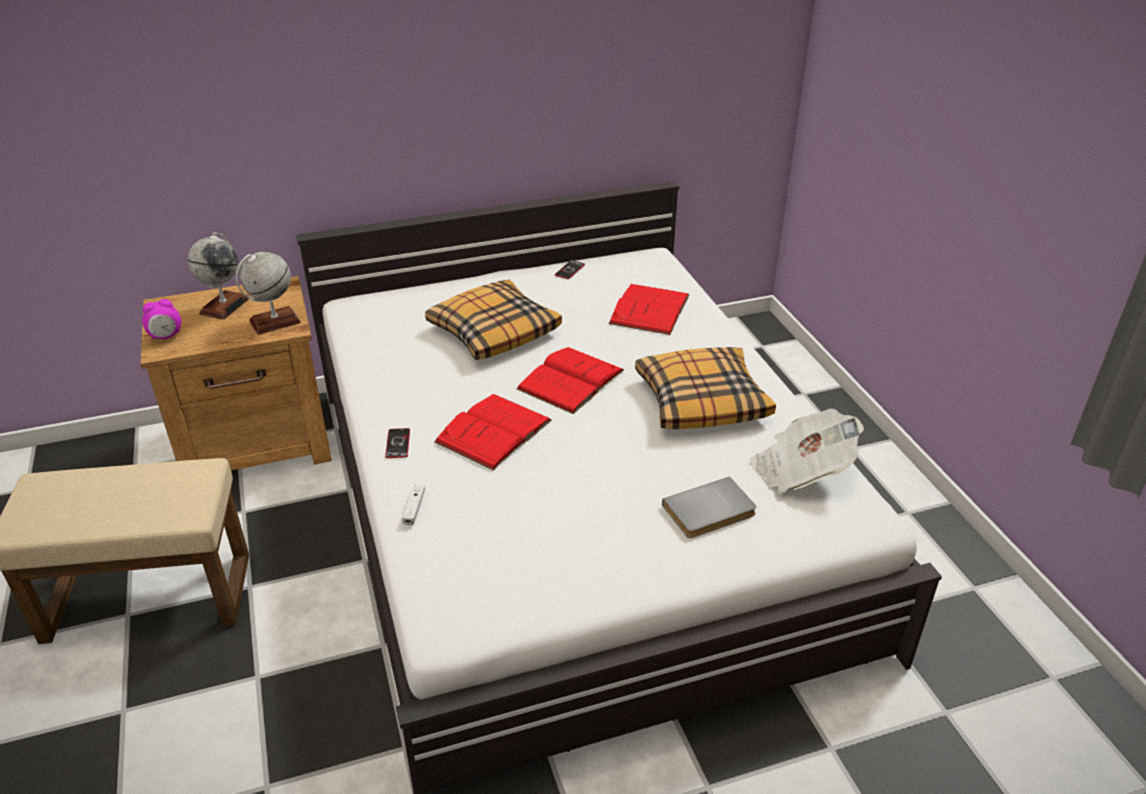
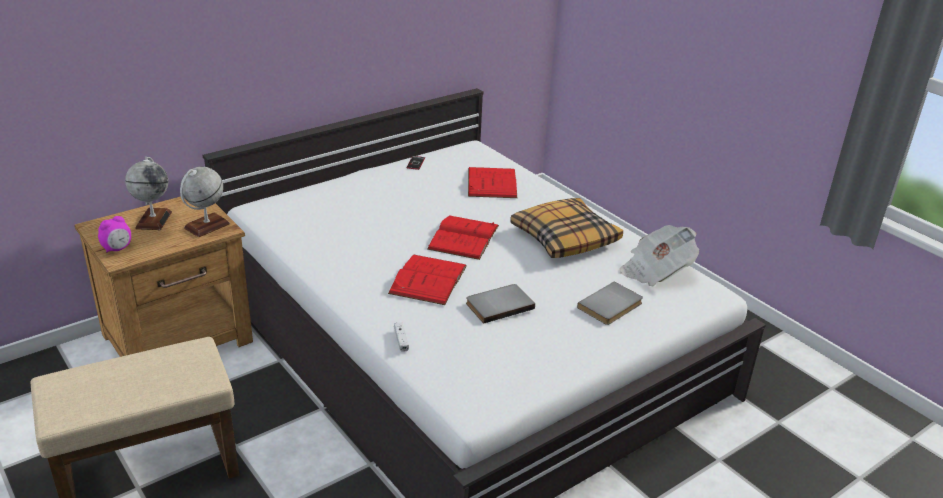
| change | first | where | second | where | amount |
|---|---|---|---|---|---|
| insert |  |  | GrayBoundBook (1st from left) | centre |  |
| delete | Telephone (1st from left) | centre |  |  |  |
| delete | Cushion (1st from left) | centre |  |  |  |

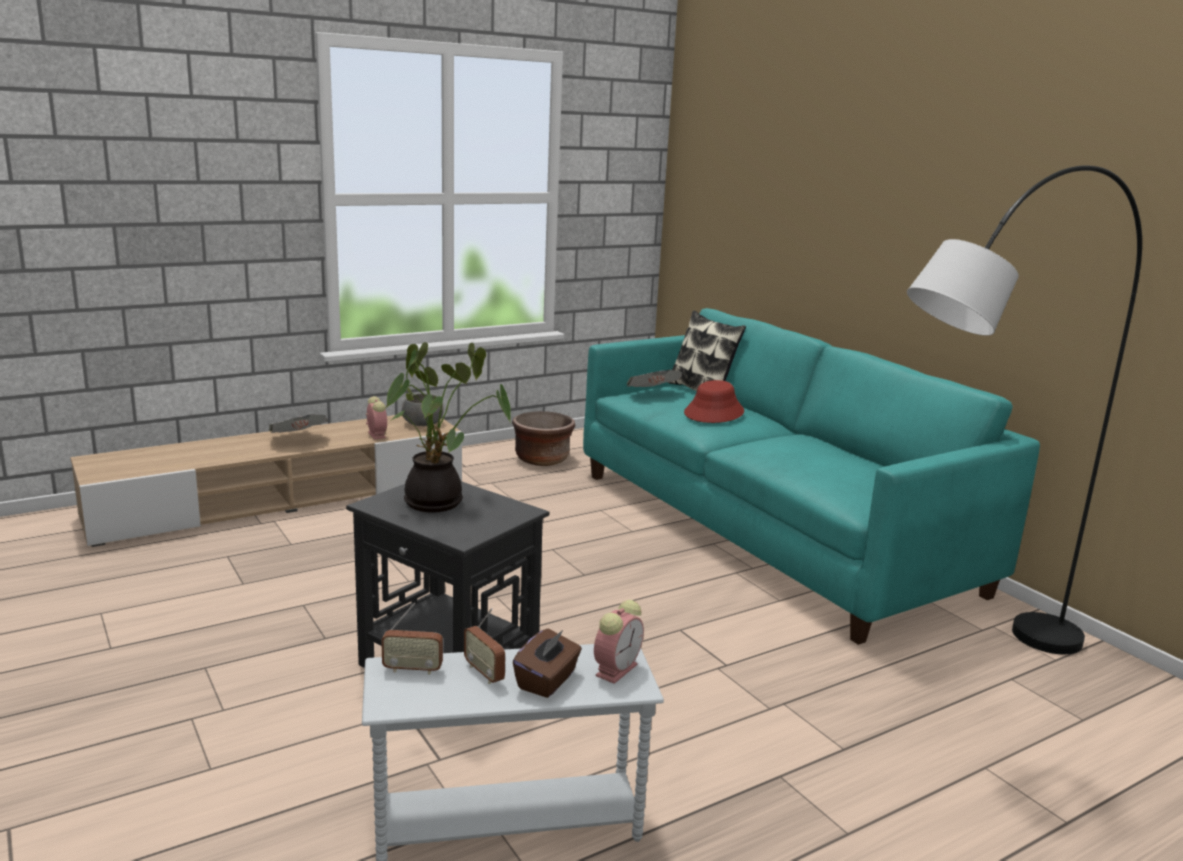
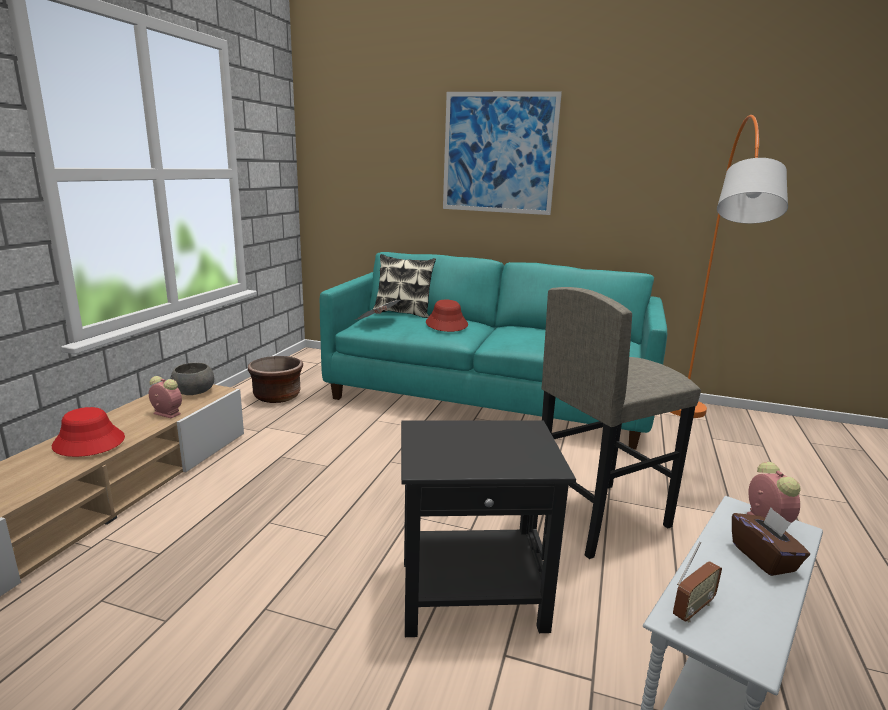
| change | first | where | second | where | amount |
|---|---|---|---|---|---|
| replace | PrintedPaper (1st from left) | middle left | ReddishClothingHat (1st from left) | middle left |  |
| insert |  |  | Picture | top centre |  |
| insert |  |  | GrayStool | middle right |  |
| recolor | BlackFloorLamp | middle right | OrangeFloorLamp | middle right |  |
| delete | PottedPlant | centre |  |  |  |
| delete | RadioSet (2nd from left) | bottom centre |  |  |  |

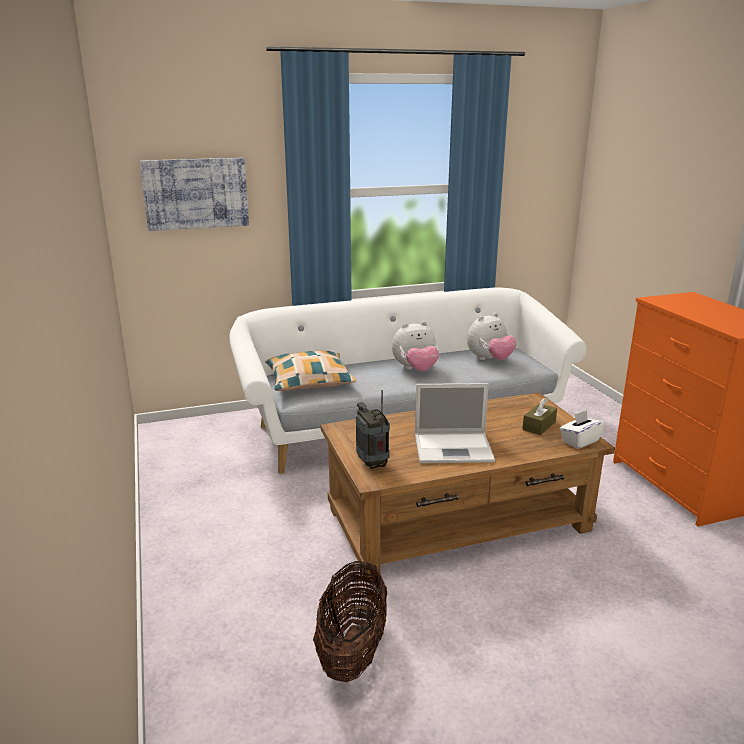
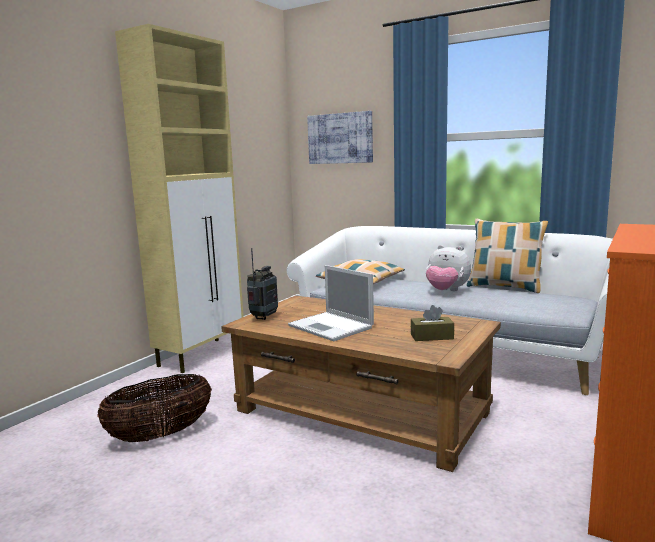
| change | first | where | second | where | amount |
|---|---|---|---|---|---|
| insert |  |  | BeigeCabinet | middle left |  |
| insert |  |  | Cushion (2nd from left) | middle right |  |
| delete | CuddlyToy (2nd from left) | centre |  |  |  |
| delete | WhiteTissueBox | middle right |  |  |  |

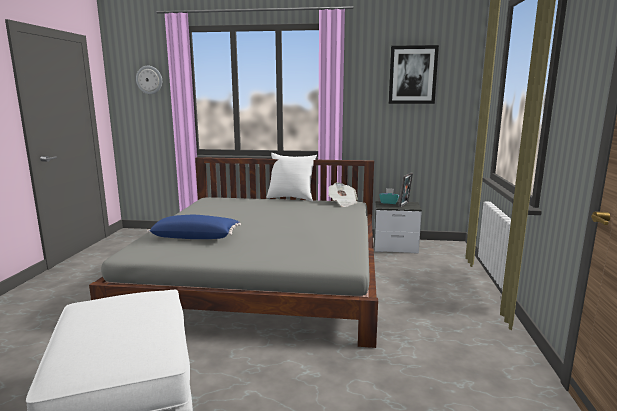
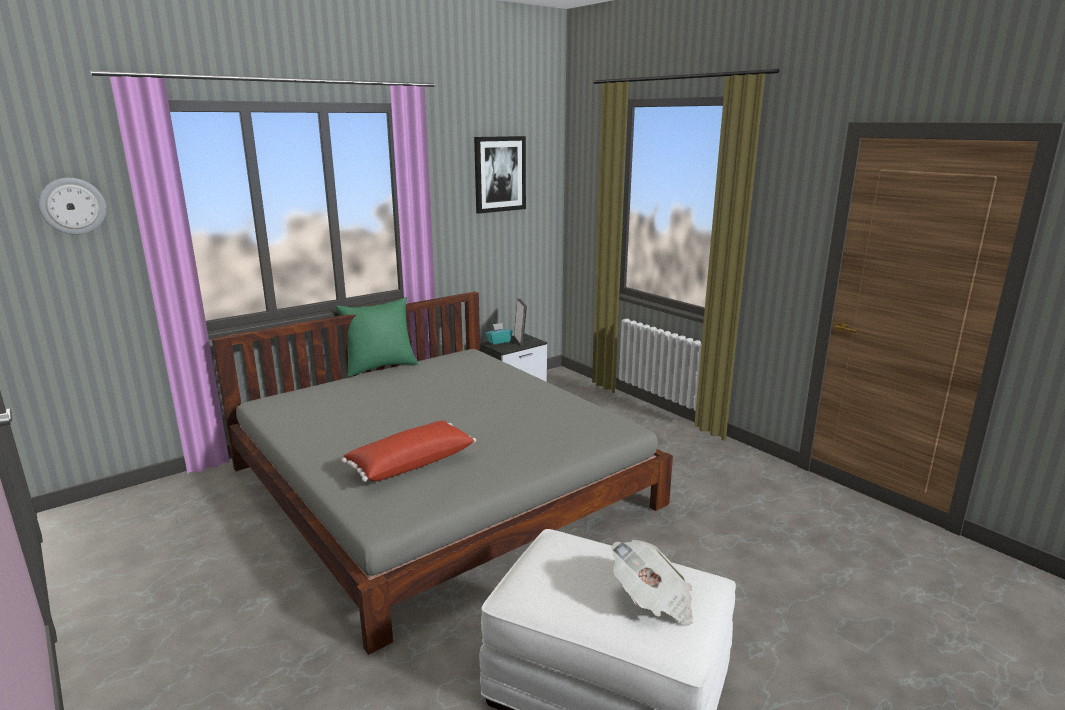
| change | first | where | second | where | amount |
|---|---|---|---|---|---|
| recolor | WhiteCushion | centre | GreenishCushion | centre |  |
| recolor | BlueCushion | middle left | ReddishCushion | centre |  |
| move | PrintedPaper | centre |  | bottom centre |  |

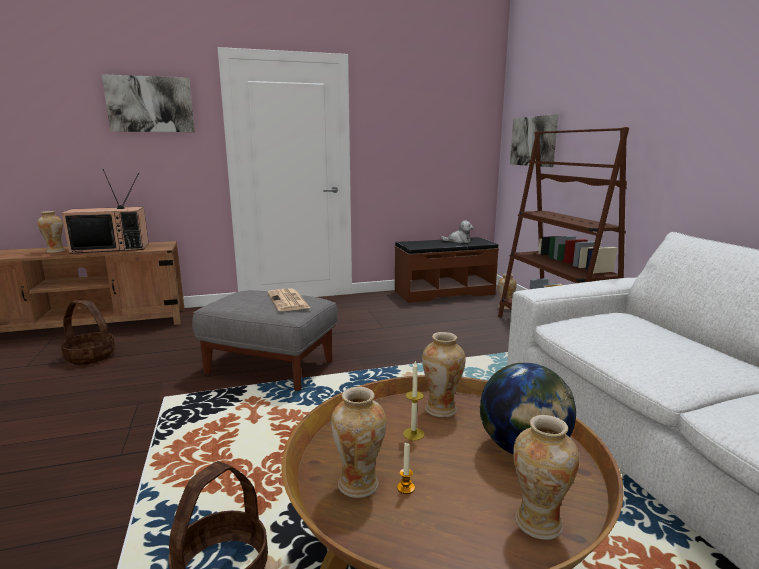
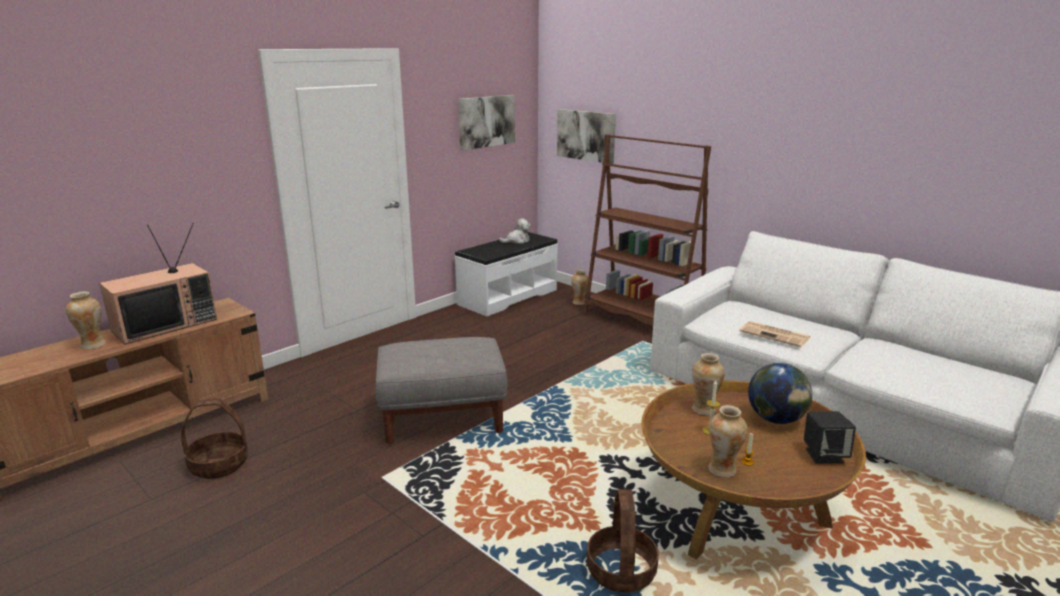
| change | first | where | second | where | amount |
|---|---|---|---|---|---|
| recolor | BrownBench | centre | WhiteBench | centre |  |
| move | Picture (1st from left) | top left |  | top centre |  |
| move | PrintedPaper | centre |  | middle right |  |
| replace | DecorativeVase (5th from left) | bottom right | BlackAudioSpeaker | bottom right |  |

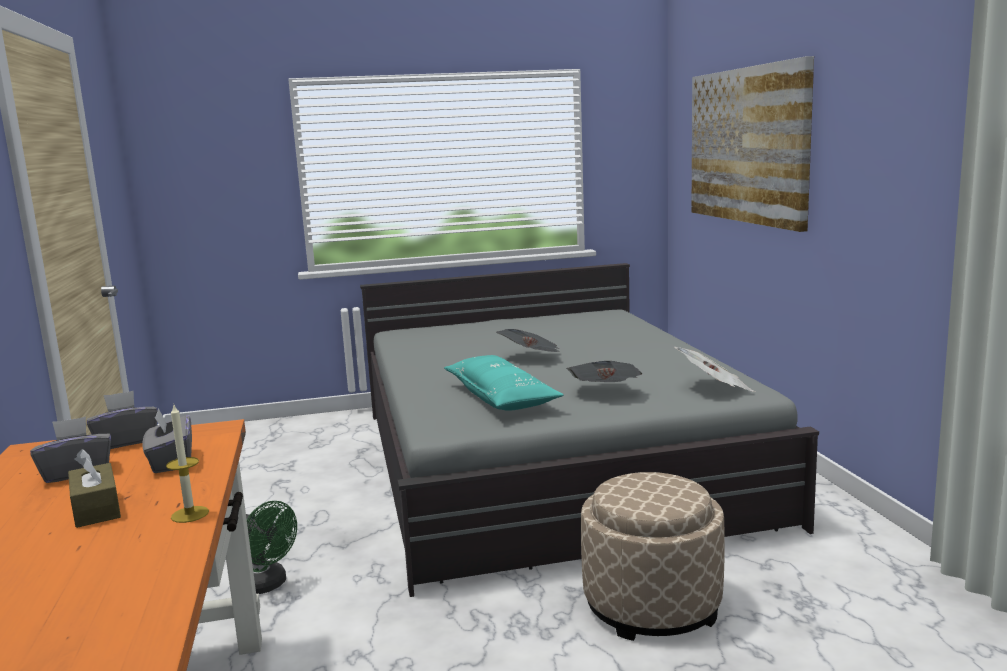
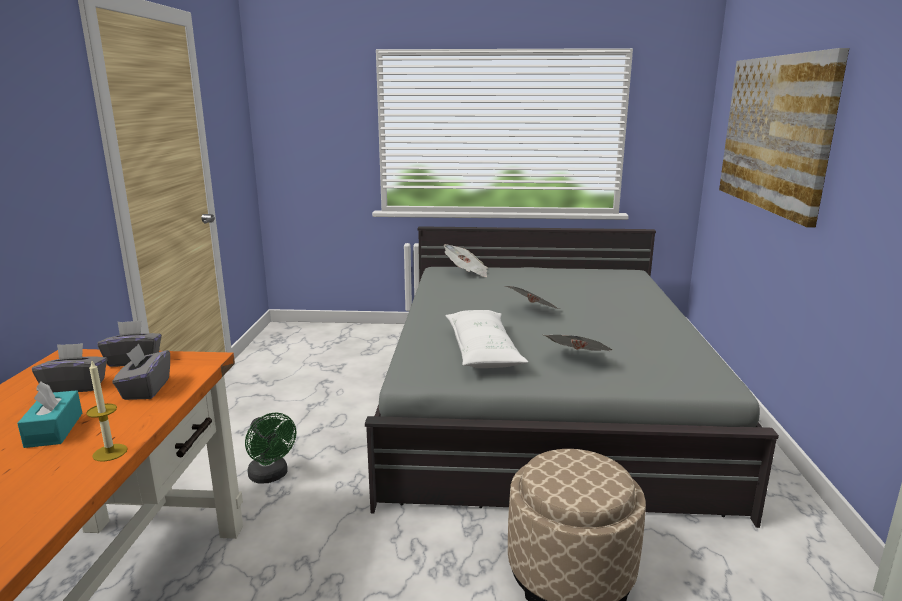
| change | first | where | second | where | amount |
|---|---|---|---|---|---|
| recolor | BrownTissueBox | bottom left | BlueGreenTissueBox | bottom left |  |
| move | PrintedPaper (3rd from left in the first image) | middle right | PrintedPaper (1st from left) | centre |  |
| recolor | BlueGreenCushion | centre | WhiteCushion | centre |  |

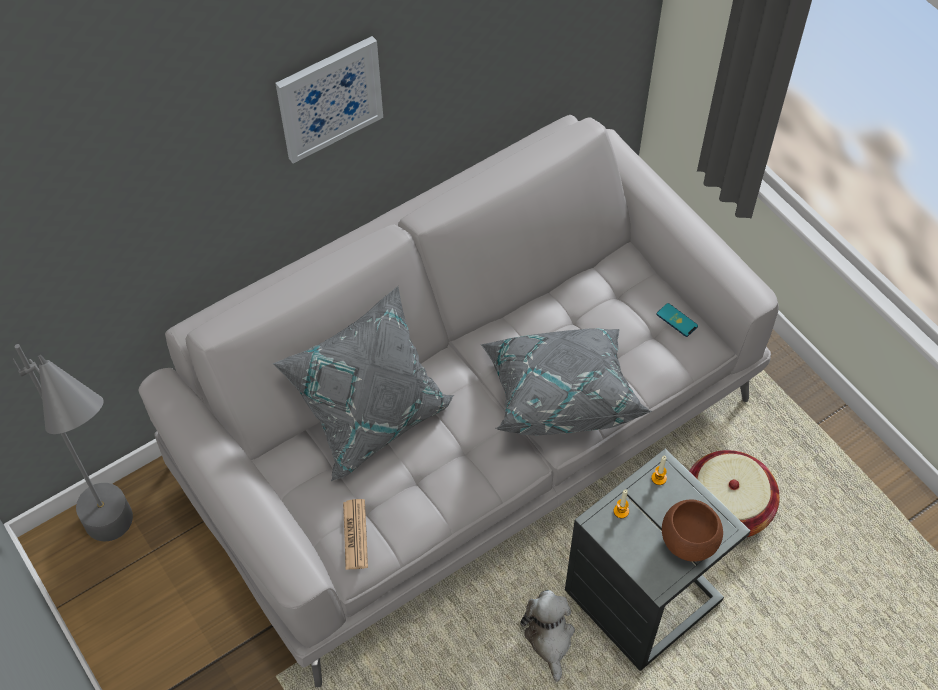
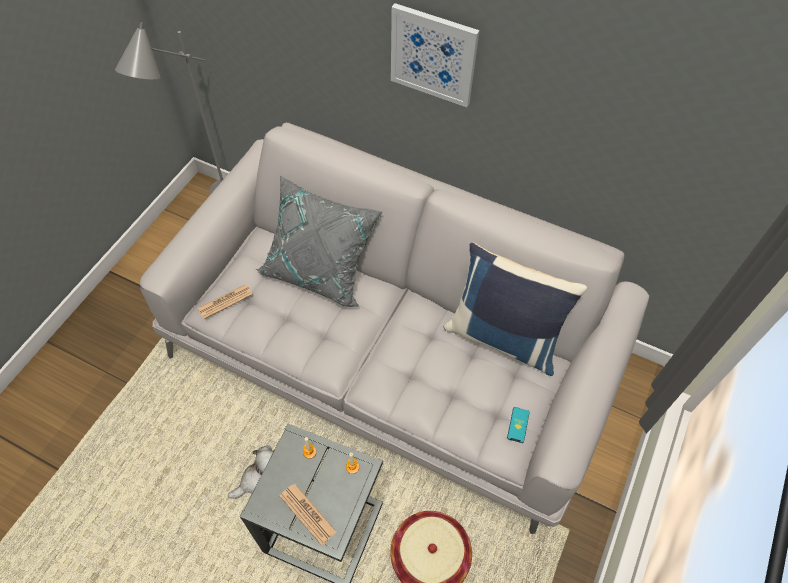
| change | first | where | second | where | amount |
|---|---|---|---|---|---|
| replace | BrownServingBowl | bottom right | PrintedPaper (2nd from left) | bottom centre |  |
| insert |  |  | BlueCushion | centre |  |
| delete | GrayCushion (2nd from left) | centre |  |  |  |

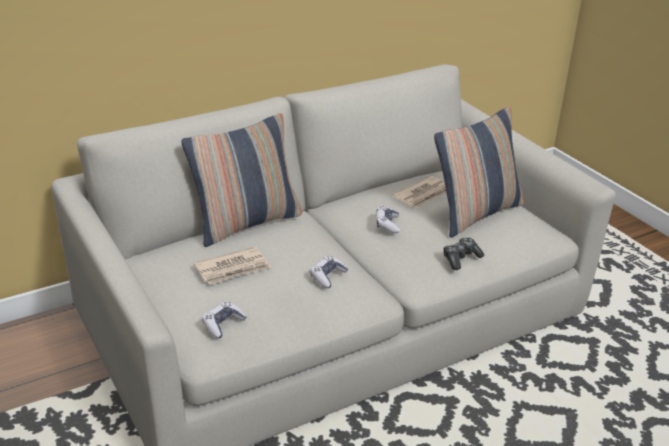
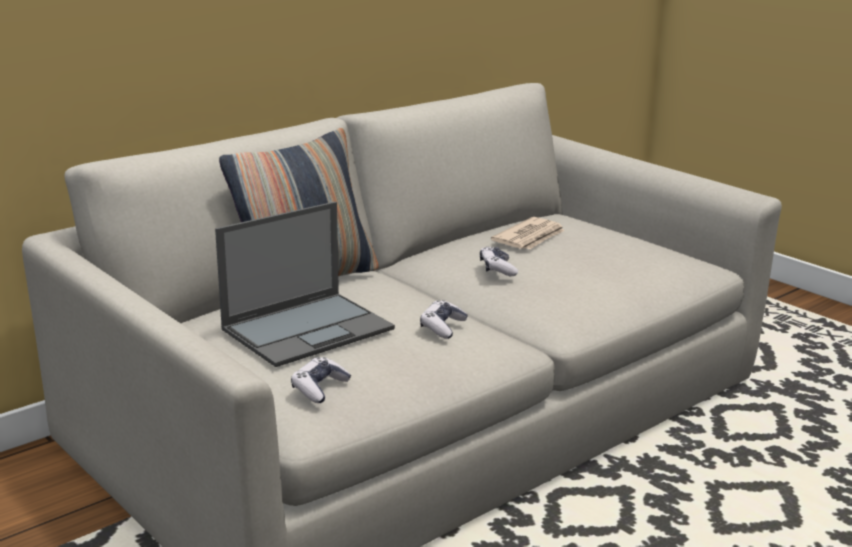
| change | first | where | second | where | amount |
|---|---|---|---|---|---|
| replace | PrintedPaper (1st from left) | centre | NotebookComputer | centre |  |
| delete | Cushion (2nd from left) | middle right |  |  |  |
| delete | GameController (4th from left) | middle right |  |  |  |

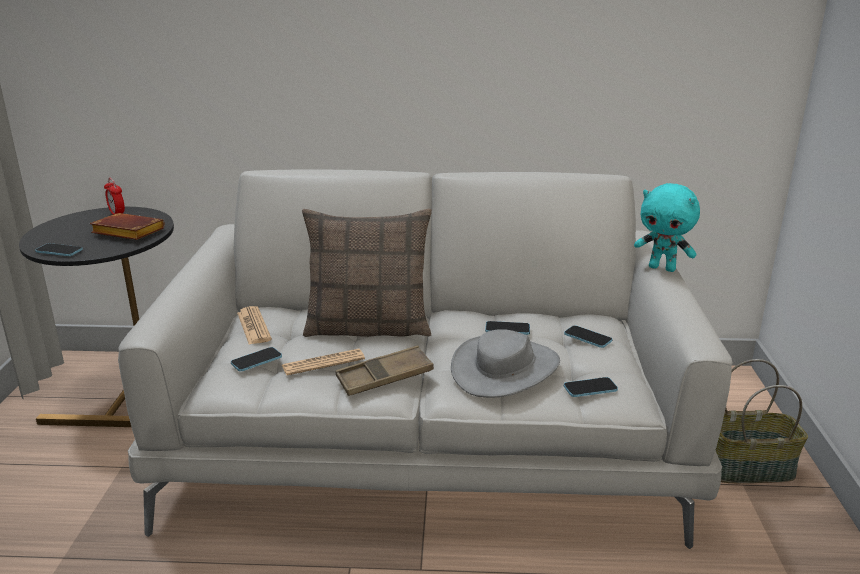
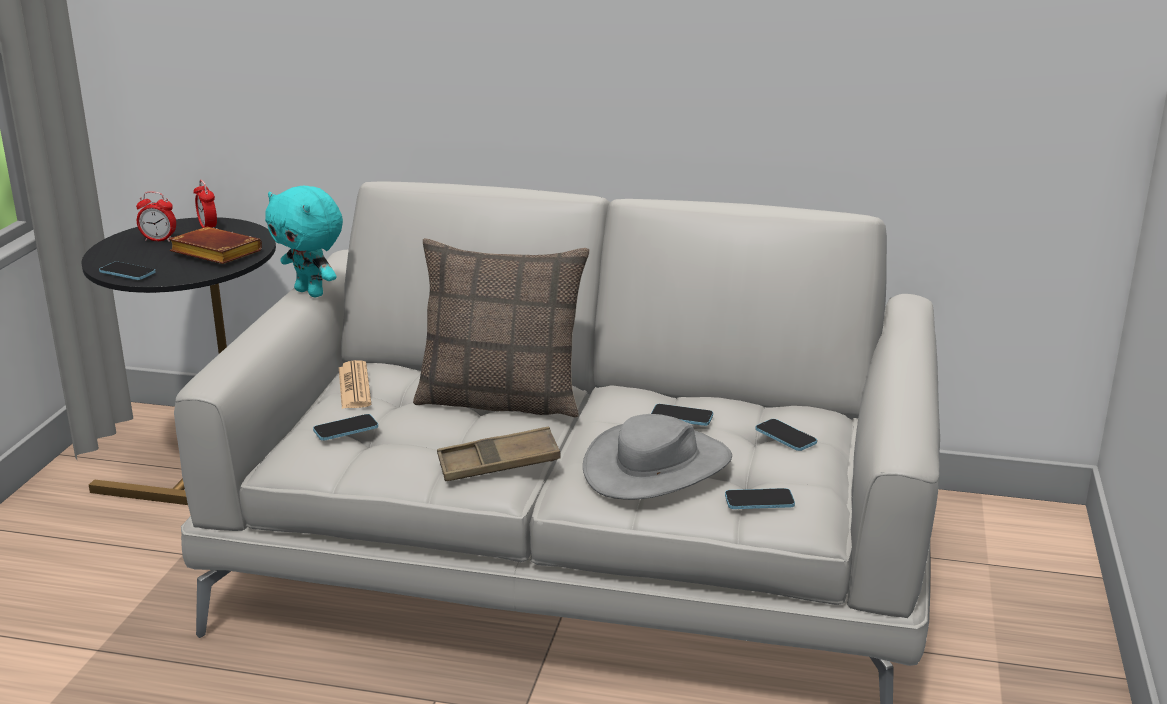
| change | first | where | second | where | amount |
|---|---|---|---|---|---|
| insert |  |  | TableClock (1st from left) | top left |  |
| move | BlueGreenCuddlyToy | middle right |  | middle left |  |
| delete | PrintedPaper (2nd from left) | centre |  |  |  |
| delete | StorageBasket | bottom right |  |  |  |

